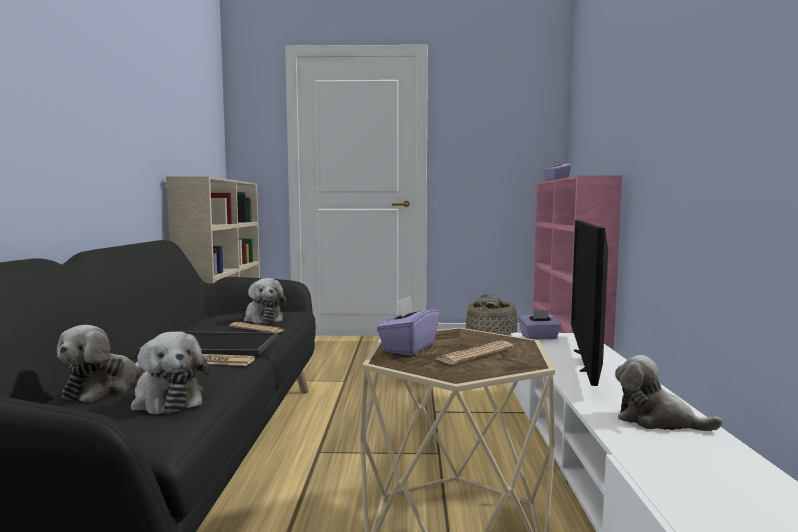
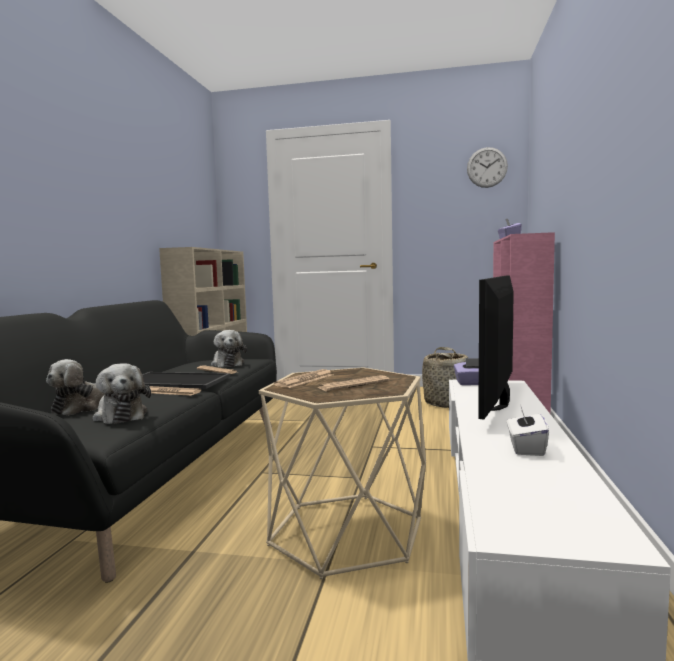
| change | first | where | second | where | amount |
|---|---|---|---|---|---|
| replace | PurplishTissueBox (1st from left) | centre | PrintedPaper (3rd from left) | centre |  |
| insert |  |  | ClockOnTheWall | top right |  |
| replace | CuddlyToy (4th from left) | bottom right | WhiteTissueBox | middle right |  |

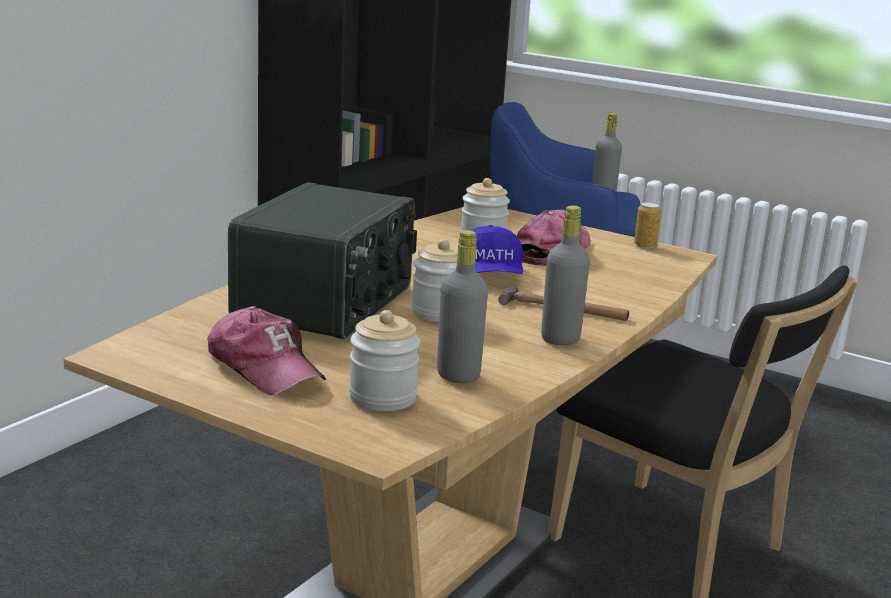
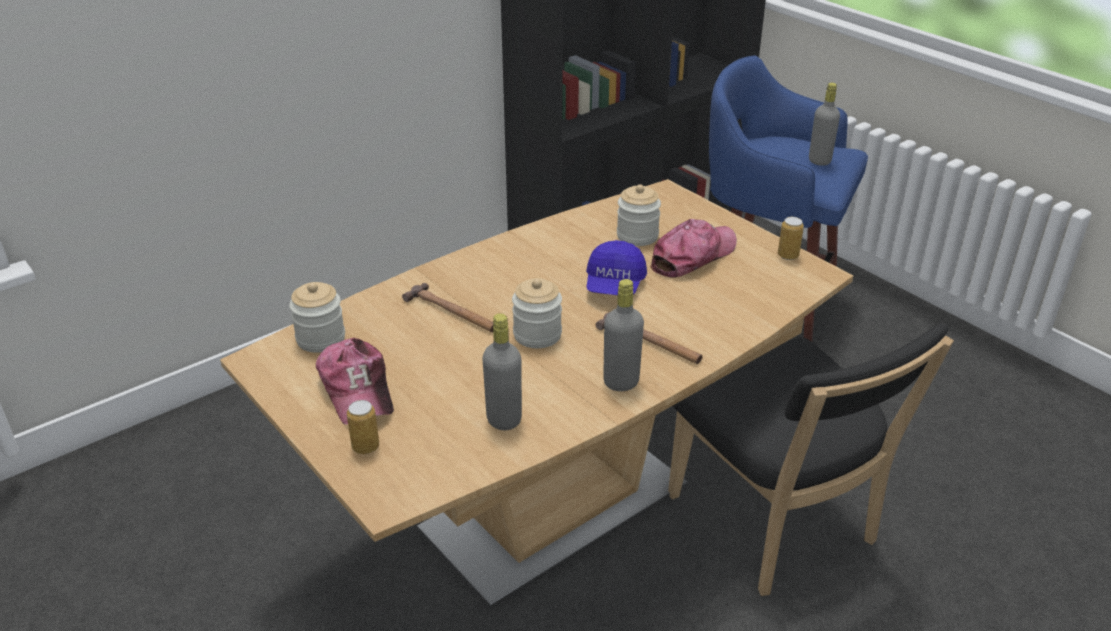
| change | first | where | second | where | amount |
|---|---|---|---|---|---|
| move | Jar (1st from left) | centre |  | middle left |  |
| insert |  |  | SealedCan (1st from left) | bottom left |  |
| replace | RadioSet | centre | ToolHammer (1st from left) | centre |  |

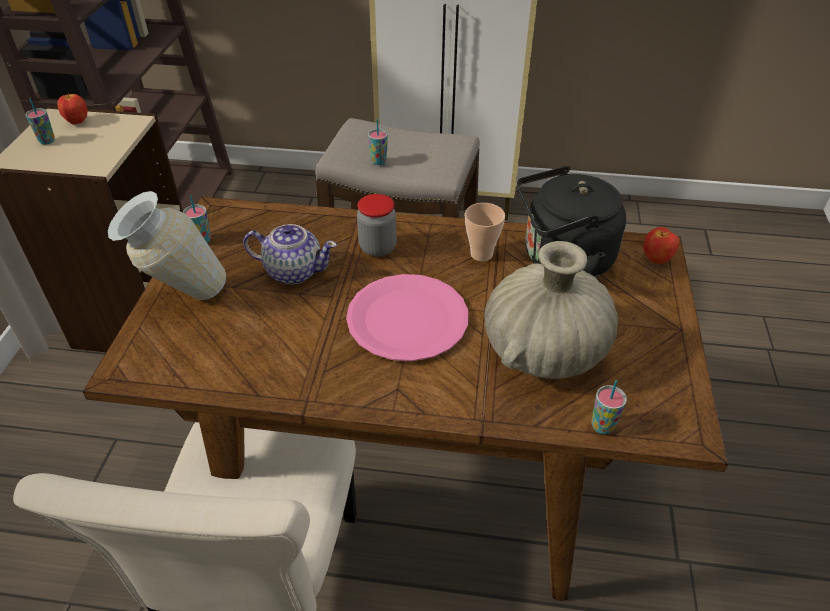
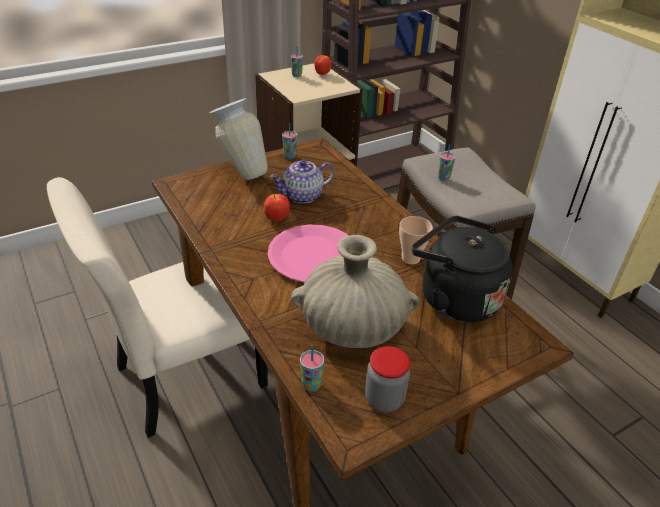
| change | first | where | second | where | amount |
|---|---|---|---|---|---|
| move | Apple (2nd from left in the first image) | middle right | Apple (1st from left) | centre |  |
| rotate | PotForTea | centre |  | centre | 90 degrees clockwise |
| move | Jar | centre |  | bottom centre |  |

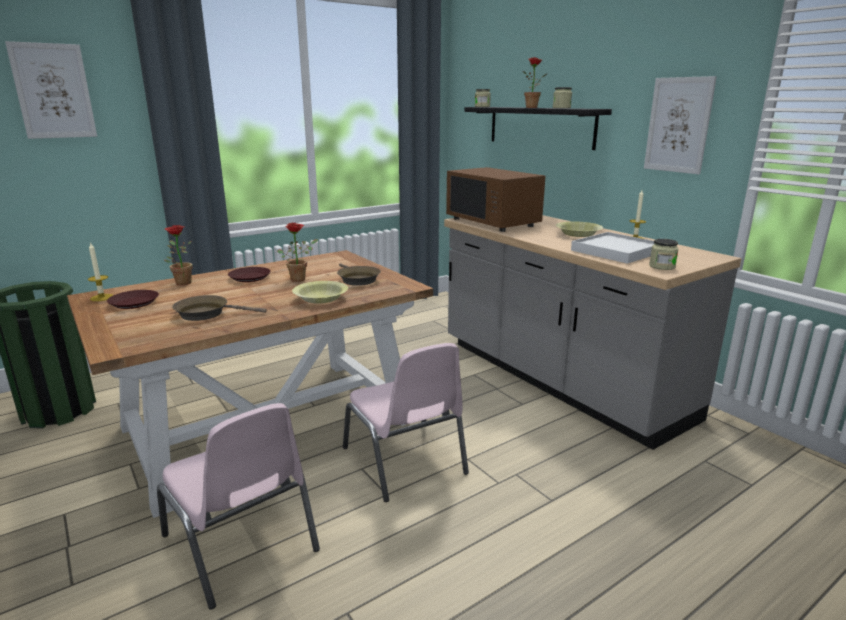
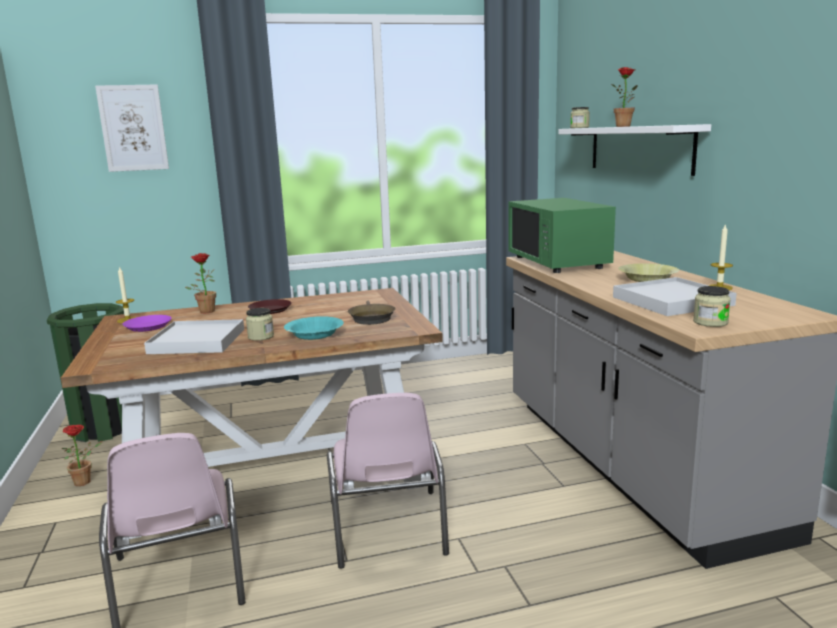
| change | first | where | second | where | amount |
|---|---|---|---|---|---|
| move | PottedPlant (2nd from left in the first image) | centre | PottedPlant (1st from left) | bottom left |  |
| recolor | BrownDinnerPlate (1st from left) | middle left | PurplishDinnerPlate | middle left |  |
| replace | BrownPan (1st from left) | middle left | WhiteCarryingTray (1st from left) | middle left |  |
| move | Jar (2nd from left in the first image) | top centre | Jar (1st from left) | middle left |  |
| recolor | YellowServingBowl (1st from left) | centre | BlueGreenServingBowl | centre |  |
| recolor | BrownMicrowaveOven | top centre | GreenishMicrowaveOven | middle right |  |
| recolor | BlackWallShelf | top centre | WhiteWallShelf | top right |  |
| delete | Picture (2nd from left) | top right |  |  |  |

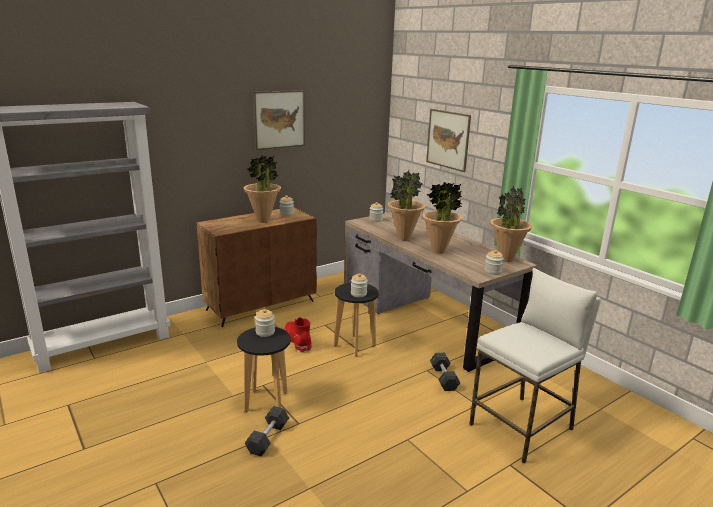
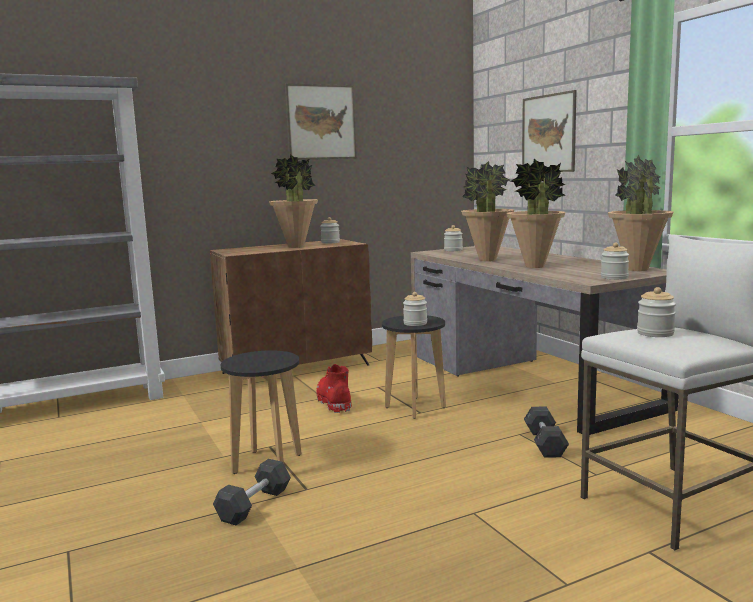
| change | first | where | second | where | amount |
|---|---|---|---|---|---|
| move | Jar (1st from left in the first image) | centre | Jar (5th from left) | middle right |  |

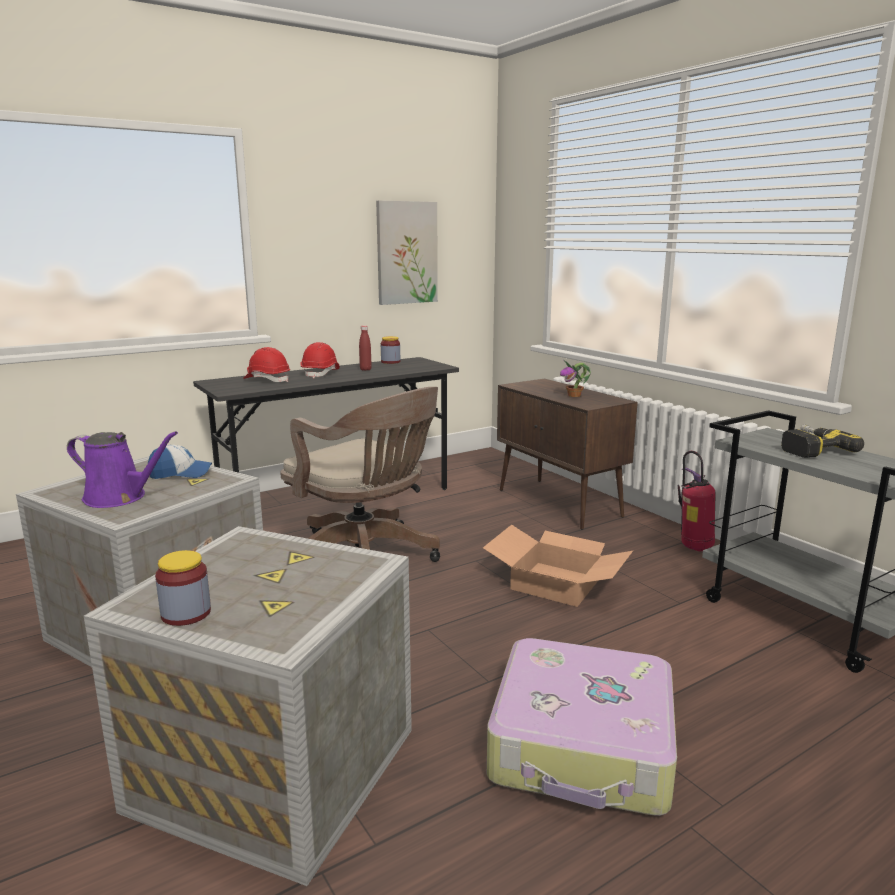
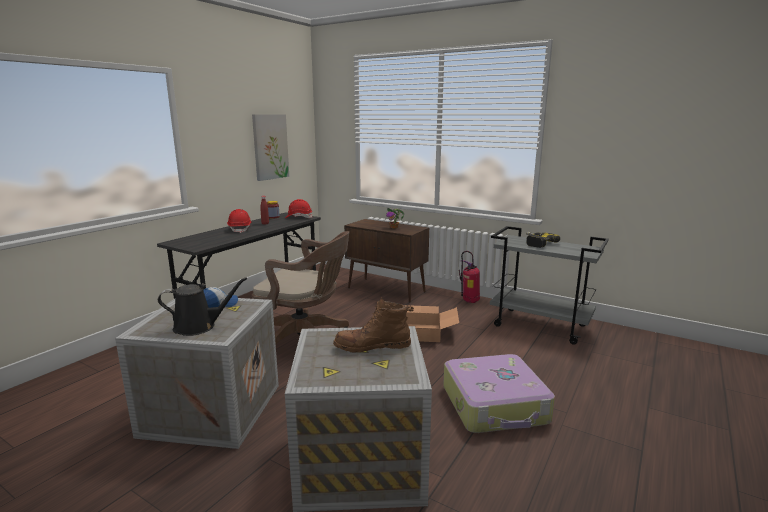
| change | first | where | second | where | amount |
|---|---|---|---|---|---|
| recolor | PurplishWateringPot | middle left | BlackWateringPot | middle left |  |
| move | ReddishSafetyHelmet (1st from left in the first image) | middle left | ReddishSafetyHelmet (2nd from left) | centre |  |
| insert |  |  | BrownHighTopBoot | centre |  |
| delete | Jar (1st from left) | middle left |  |  |  |

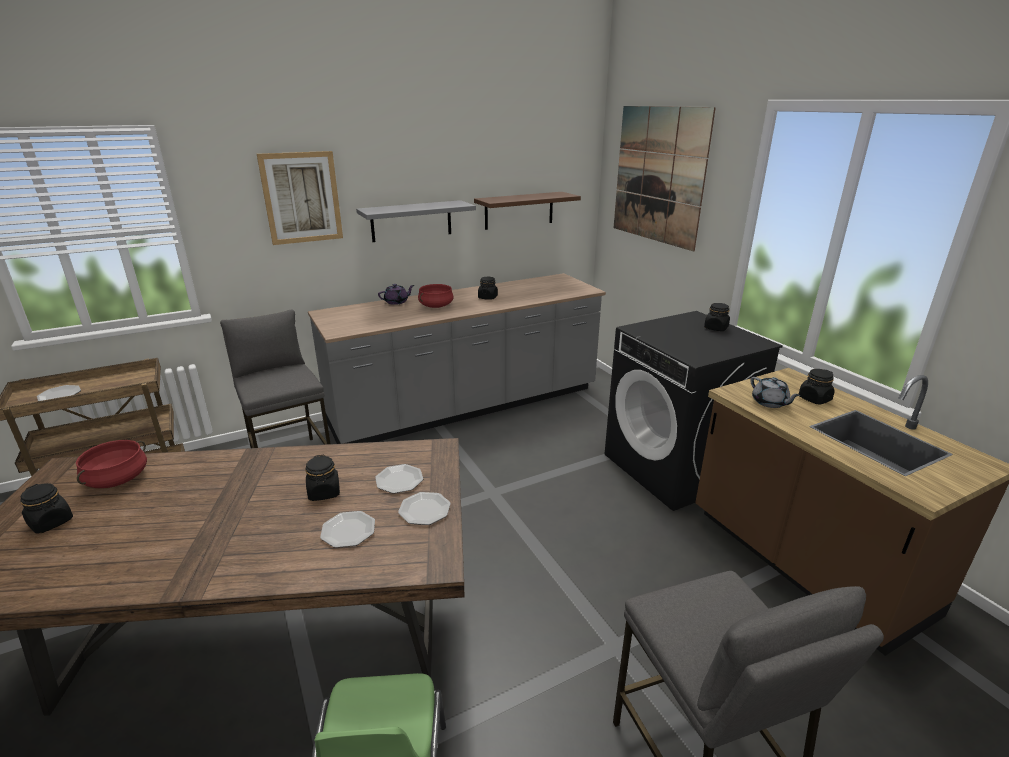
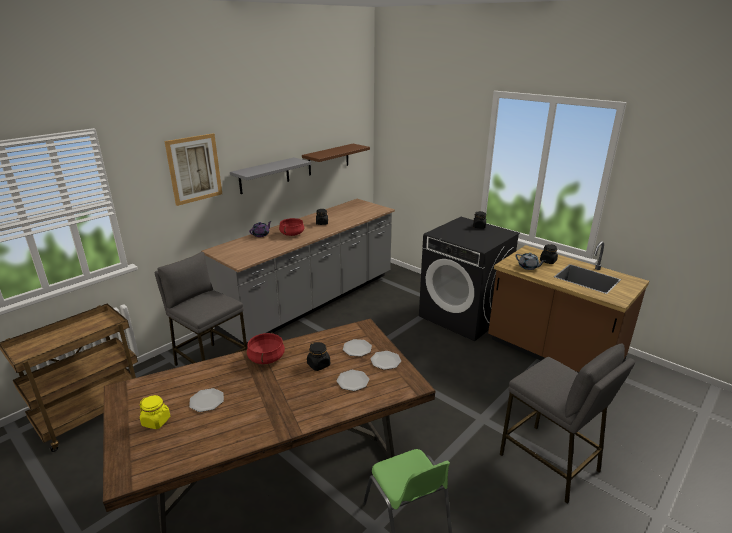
| change | first | where | second | where | amount |
|---|---|---|---|---|---|
| recolor | BlackJar (1st from left) | bottom left | YellowJar | bottom left |  |
| move | DinnerPlate (1st from left) | middle left |  | bottom left |  |
| move | ReddishStockpot (1st from left) | middle left |  | centre |  |
| delete | Picture (2nd from left) | top centre |  |  |  |

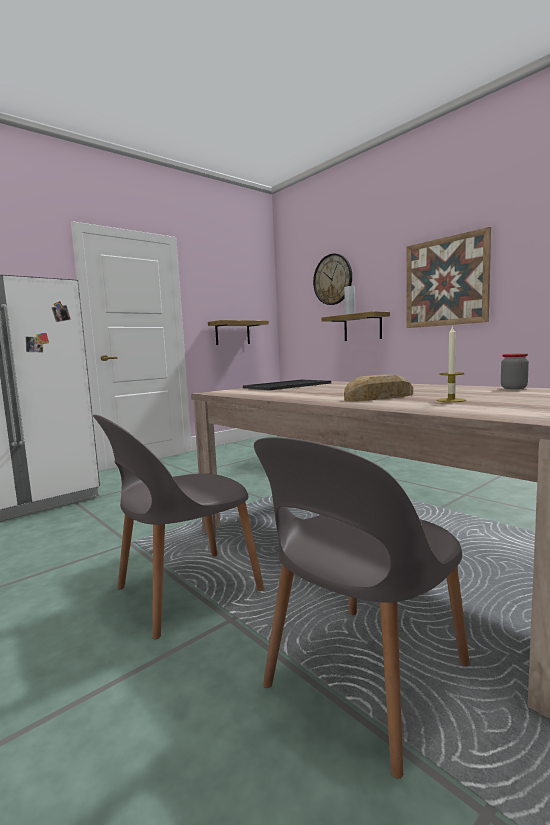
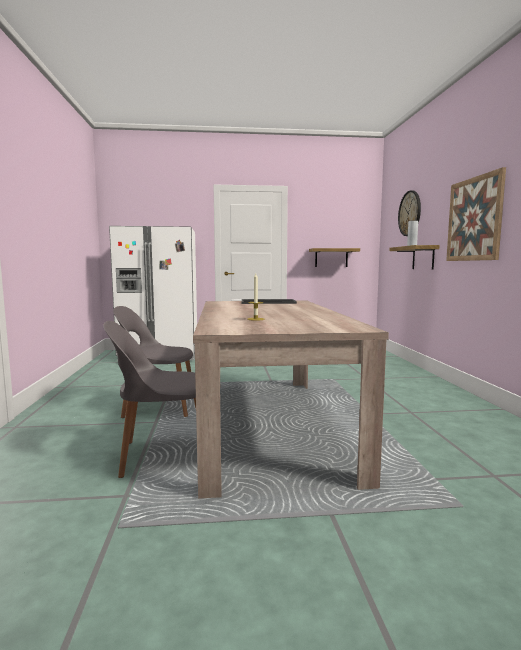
| change | first | where | second | where | amount |
|---|---|---|---|---|---|
| delete | BakedBread | middle right |  |  |  |
| delete | Jar | middle right |  |  |  |

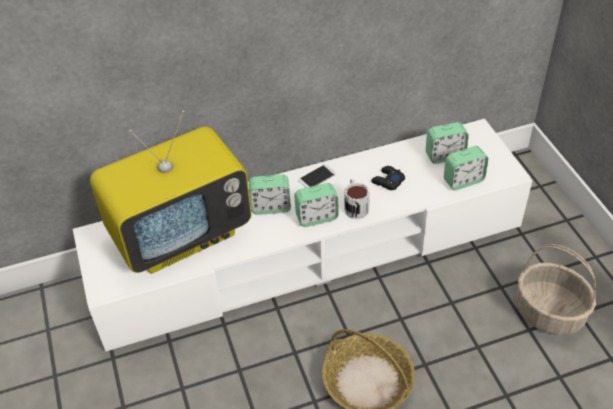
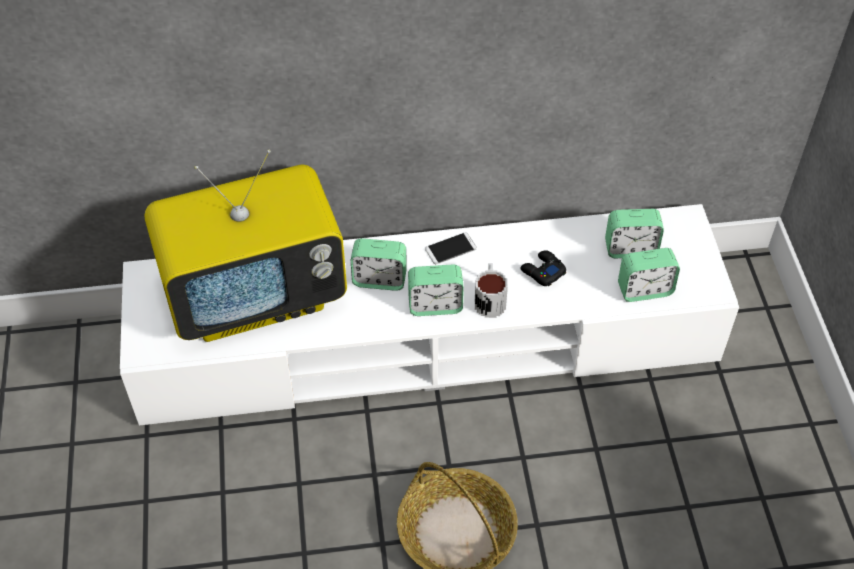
| change | first | where | second | where | amount |
|---|---|---|---|---|---|
| delete | StorageBasket (2nd from left) | bottom right |  |  |  |

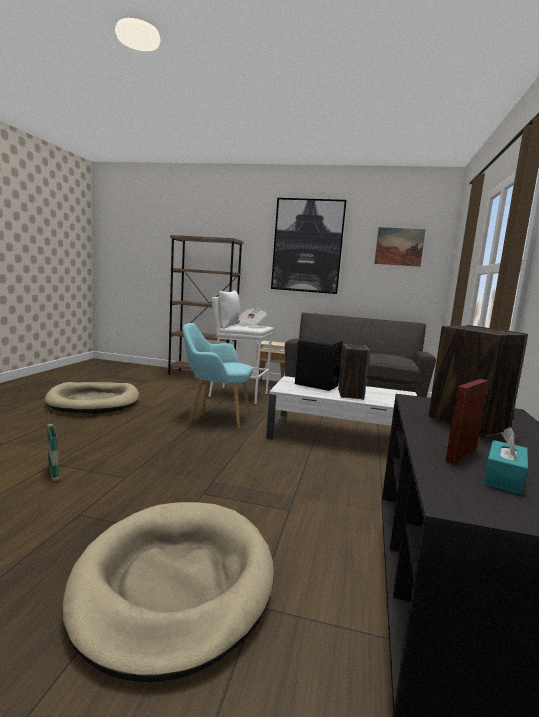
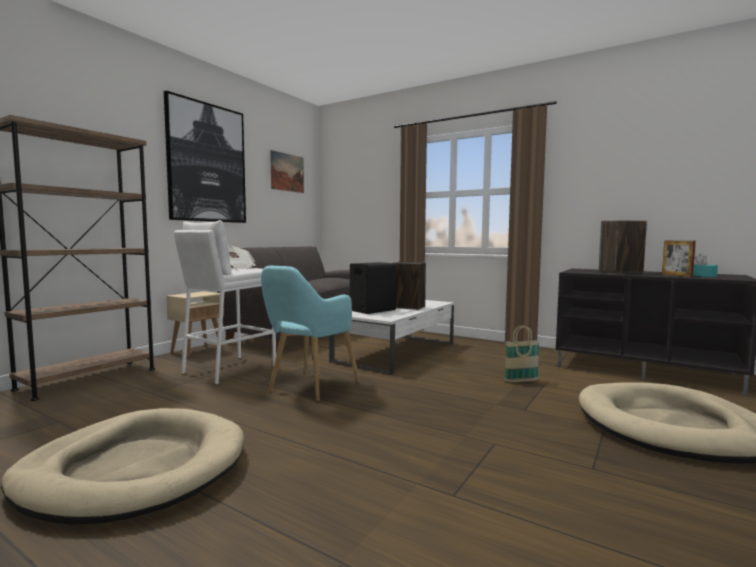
| change | first | where | second | where | amount |
|---|---|---|---|---|---|
| move | StorageBasket | middle left |  | middle right |  |

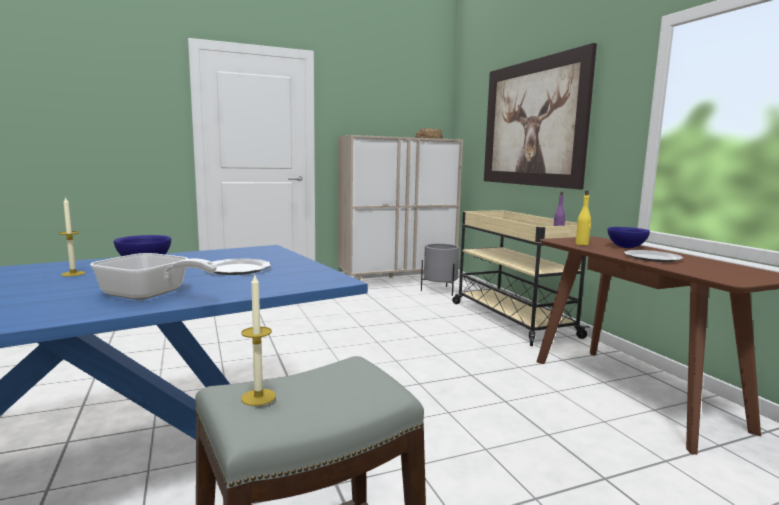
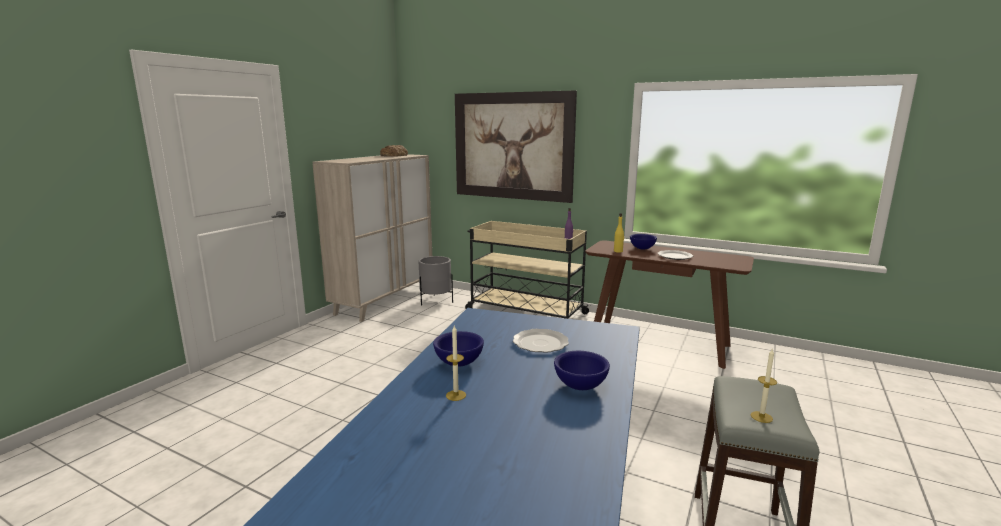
| change | first | where | second | where | amount |
|---|---|---|---|---|---|
| replace | Pan | middle left | BlueServingBowl (2nd from left) | bottom centre |  |

